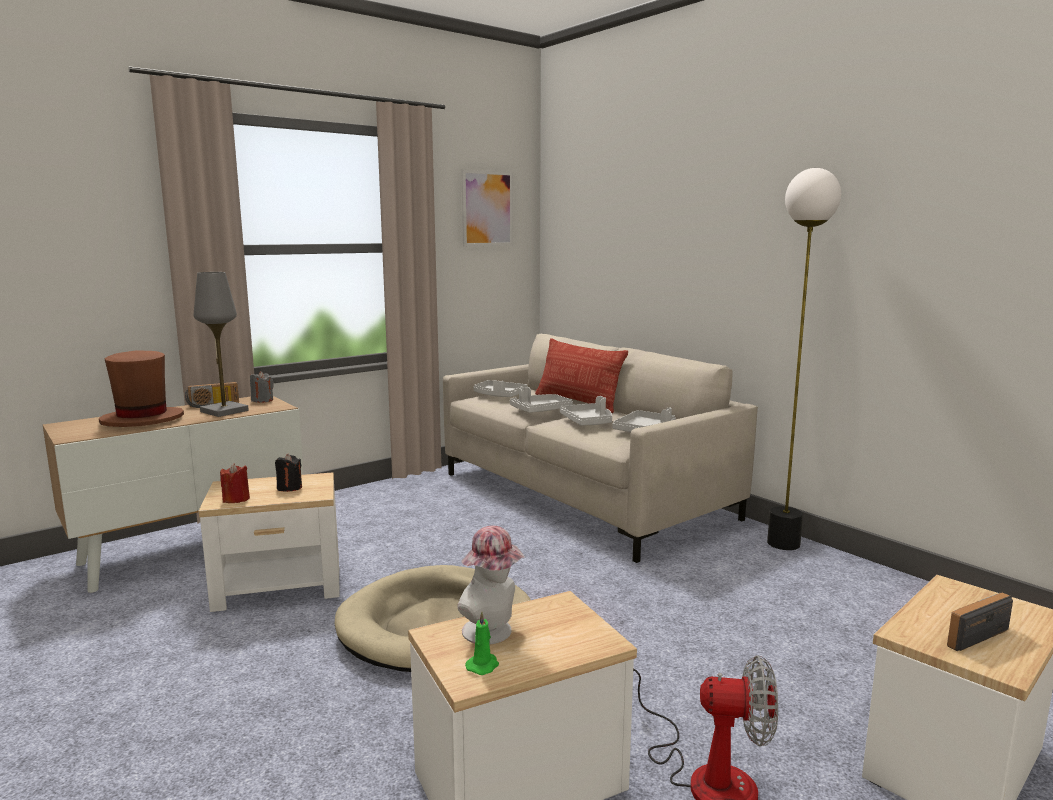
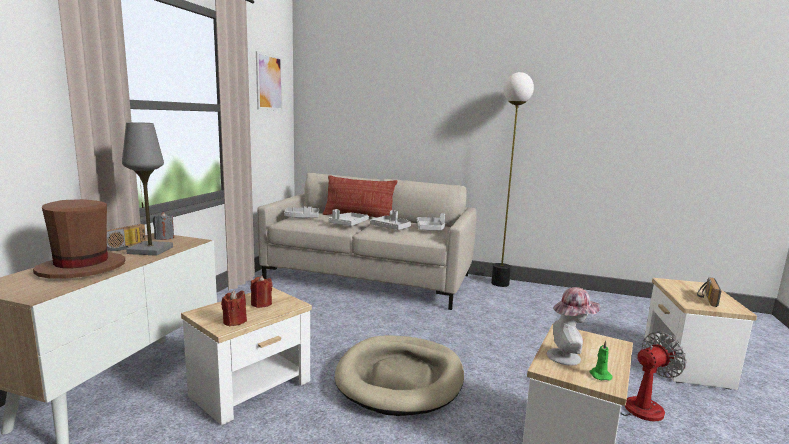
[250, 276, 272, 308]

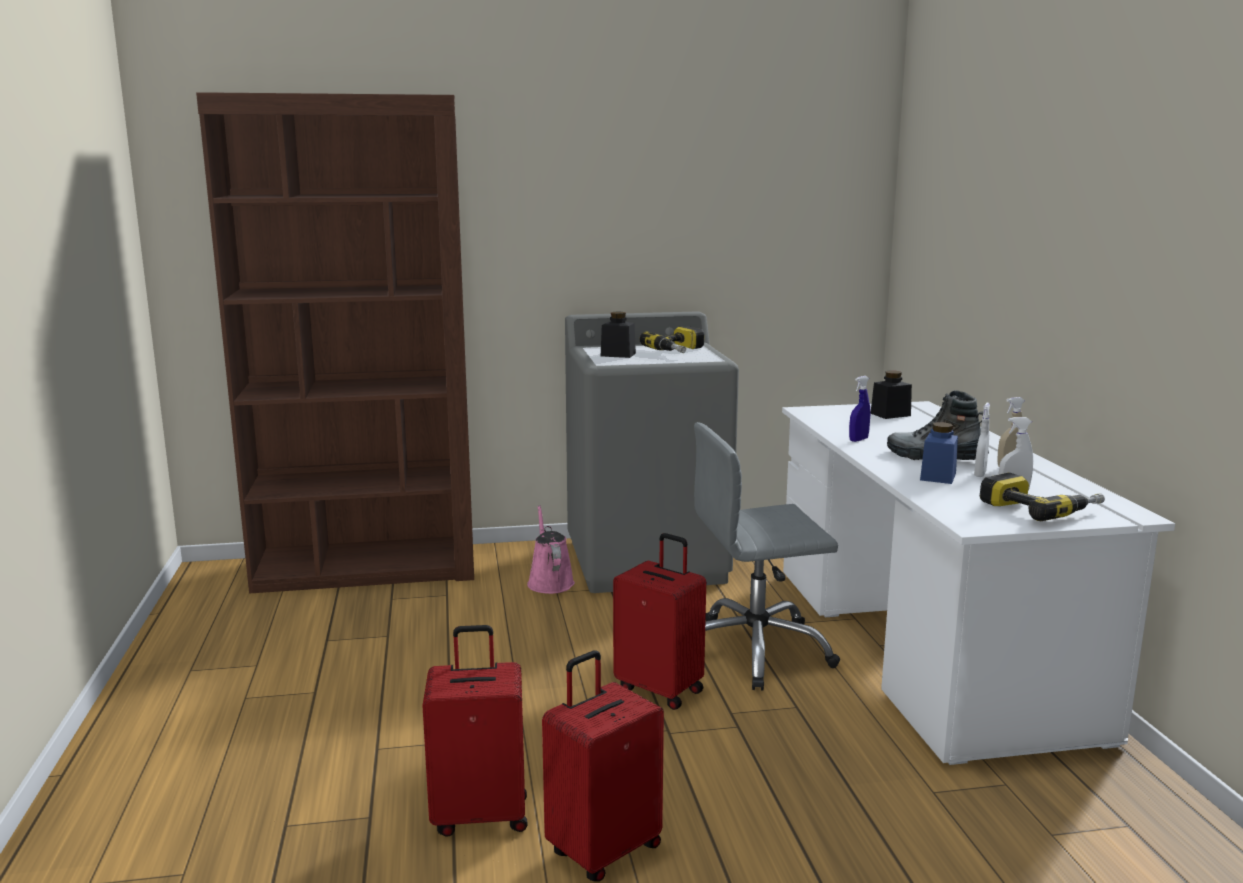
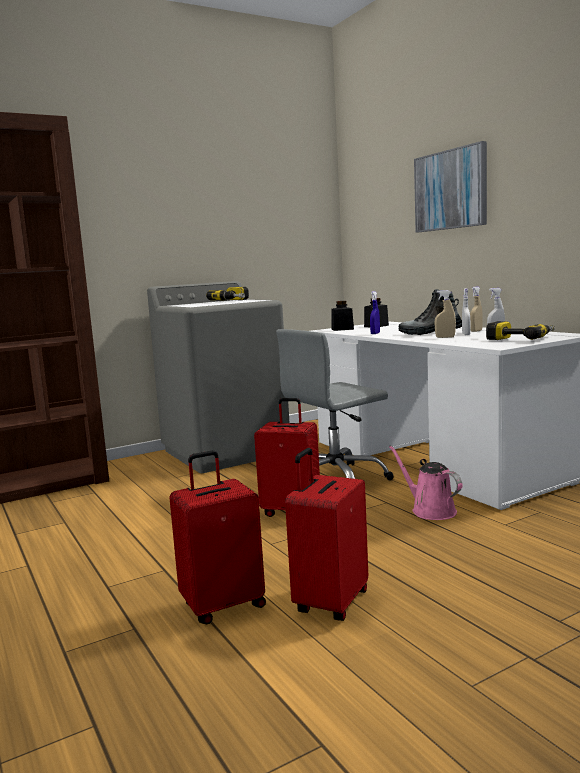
[414, 141, 487, 232]
[389, 445, 463, 520]
[331, 301, 354, 331]
[434, 290, 456, 338]

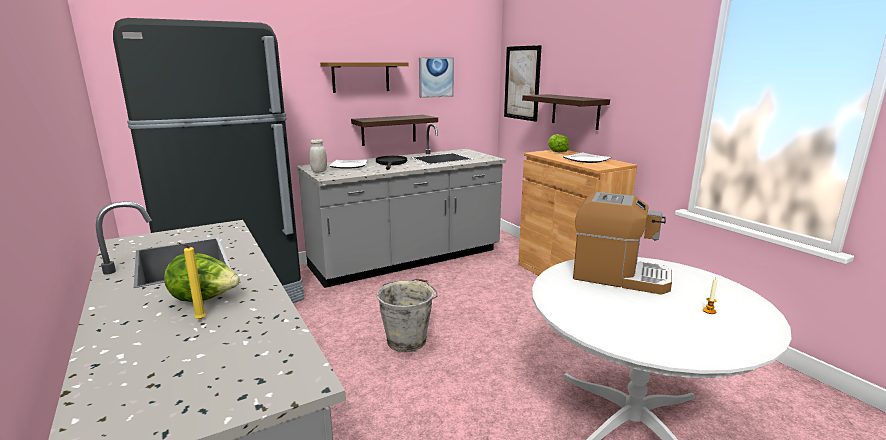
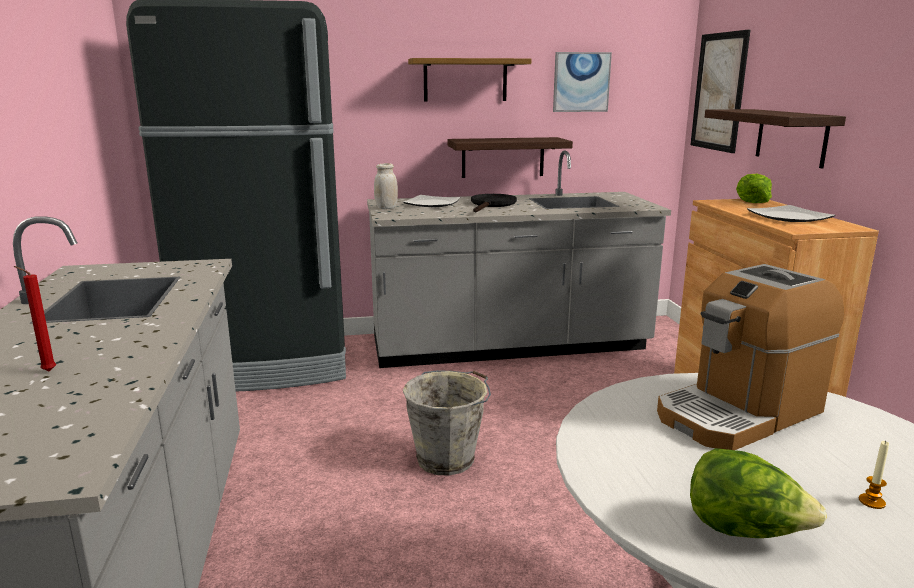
[690, 448, 827, 538]
[13, 266, 56, 372]
[657, 264, 844, 450]

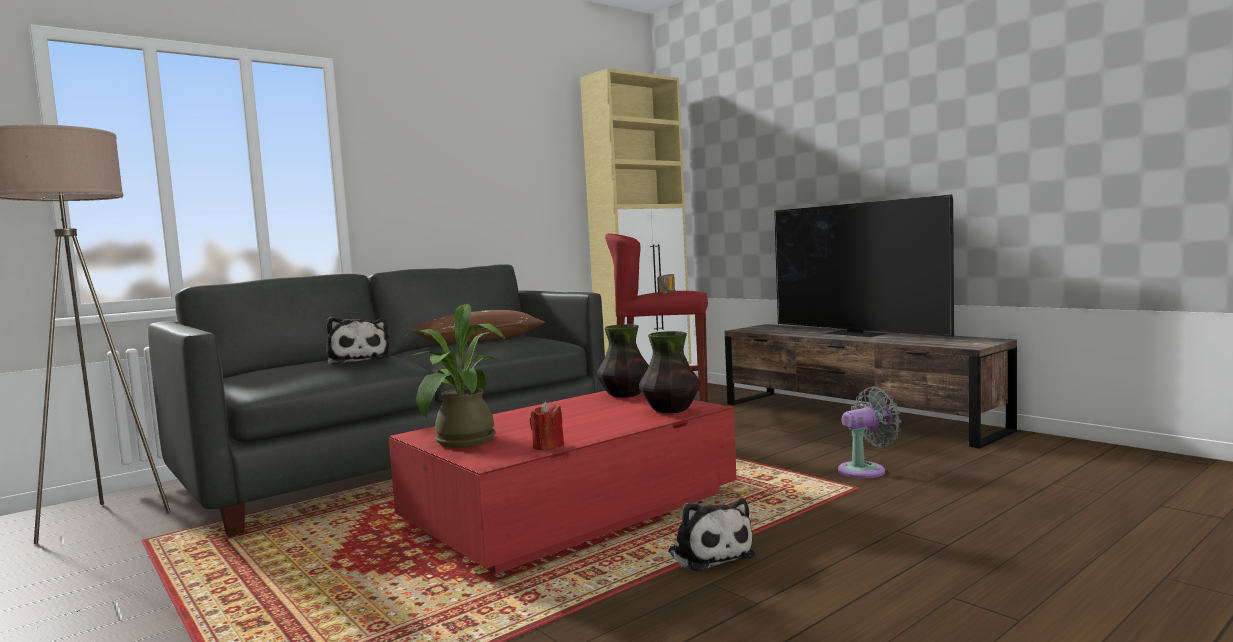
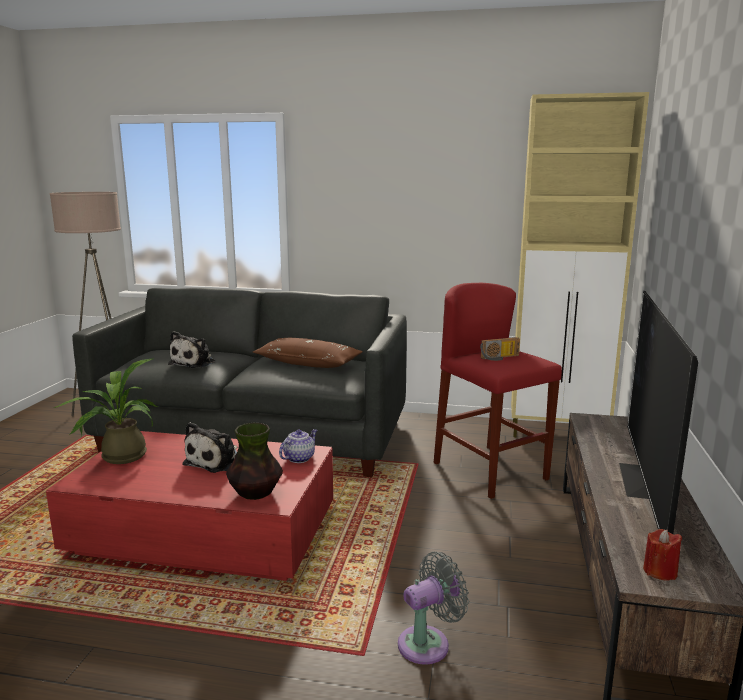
[643, 529, 682, 581]
[182, 422, 237, 473]
[279, 429, 317, 463]
[398, 552, 469, 665]

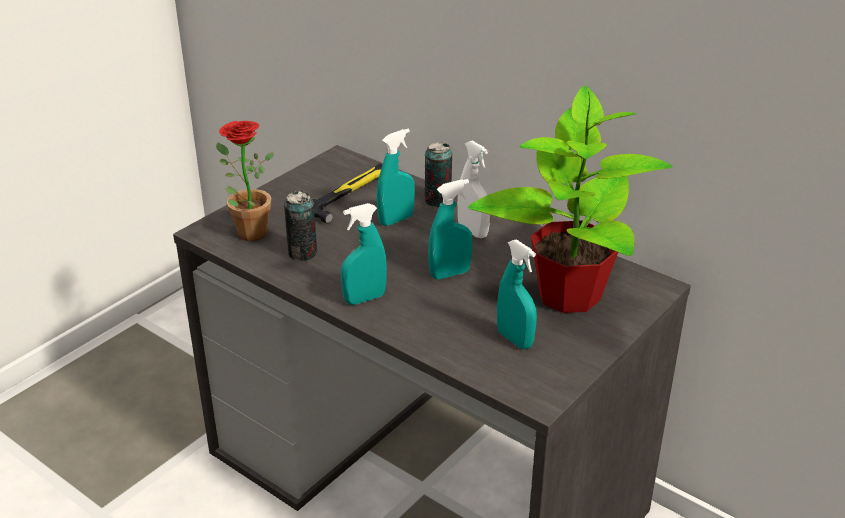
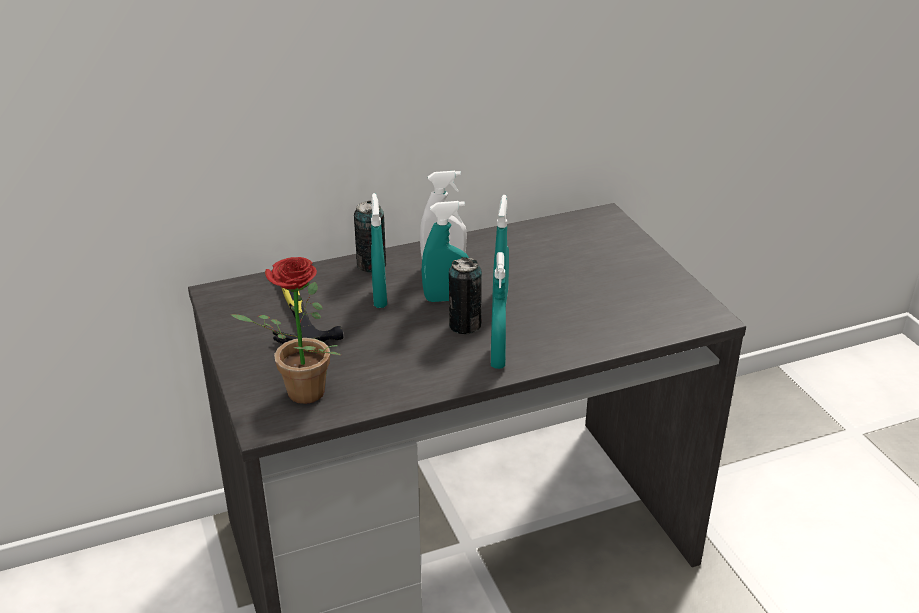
[468, 85, 673, 313] (first image)
[449, 257, 482, 334]
[422, 201, 469, 302]

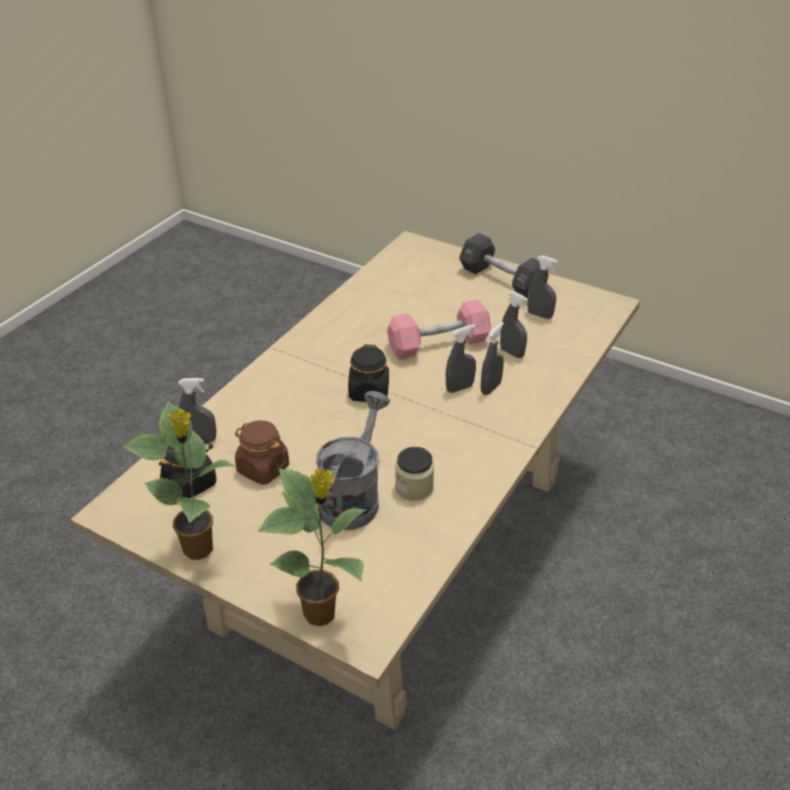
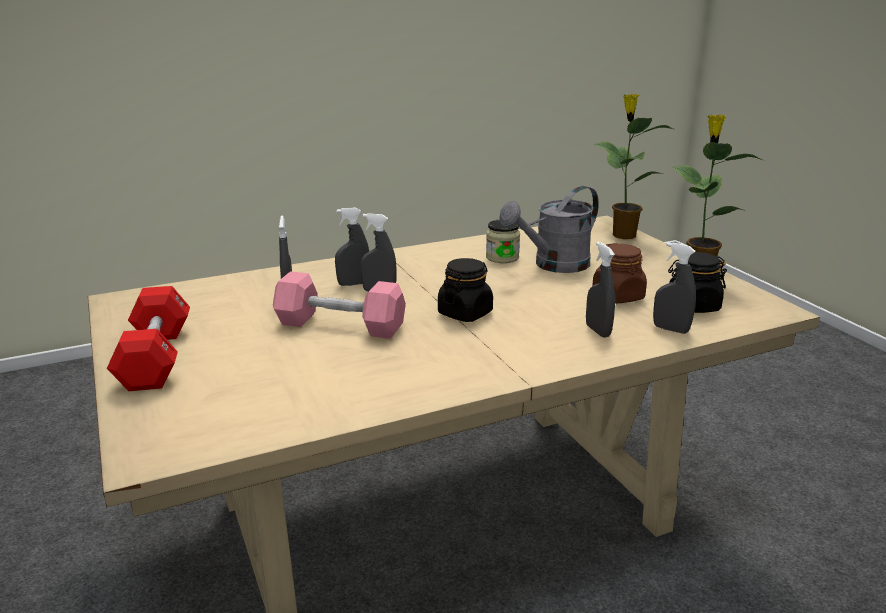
[586, 242, 615, 338]
[107, 286, 190, 391]

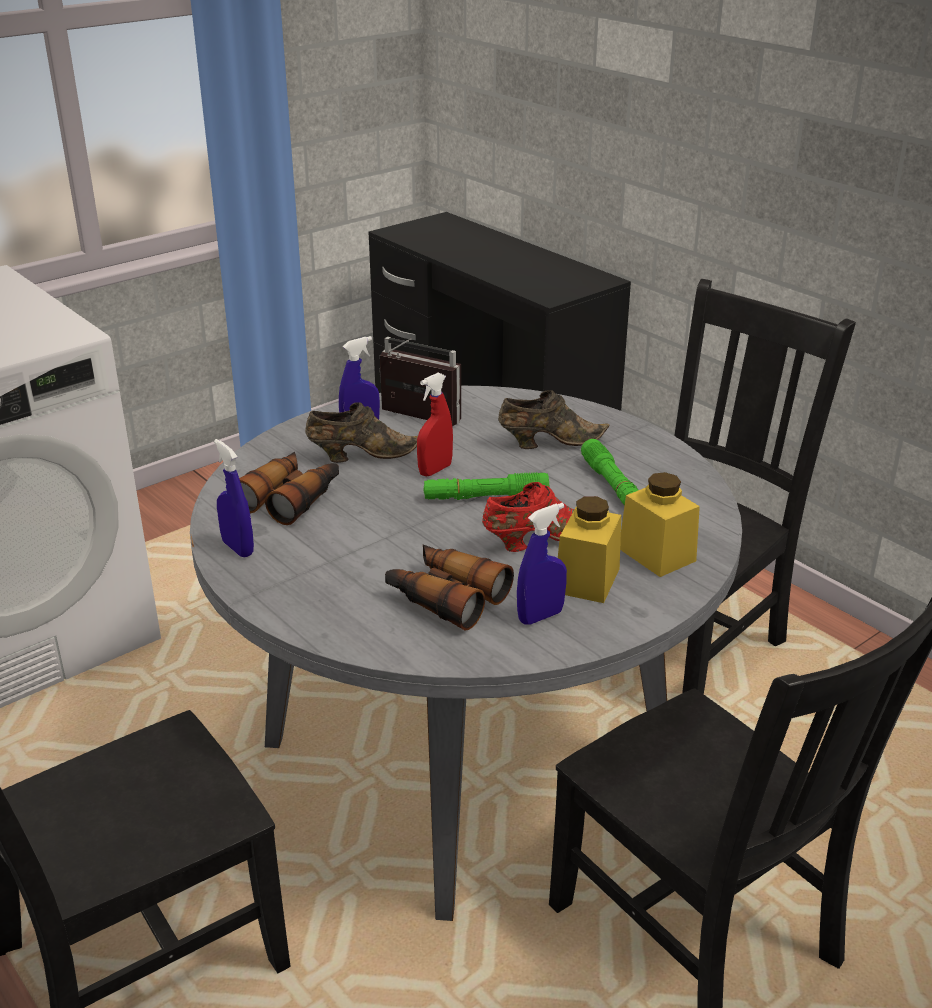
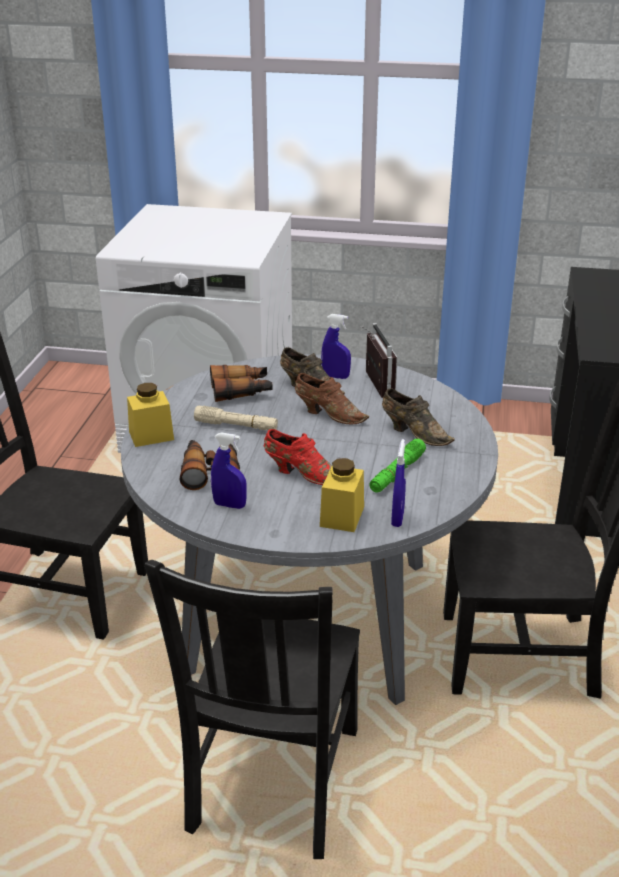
[424, 472, 549, 500] (first image)
[194, 406, 278, 430]
[391, 439, 406, 527]
[127, 383, 174, 447]
[295, 373, 369, 424]

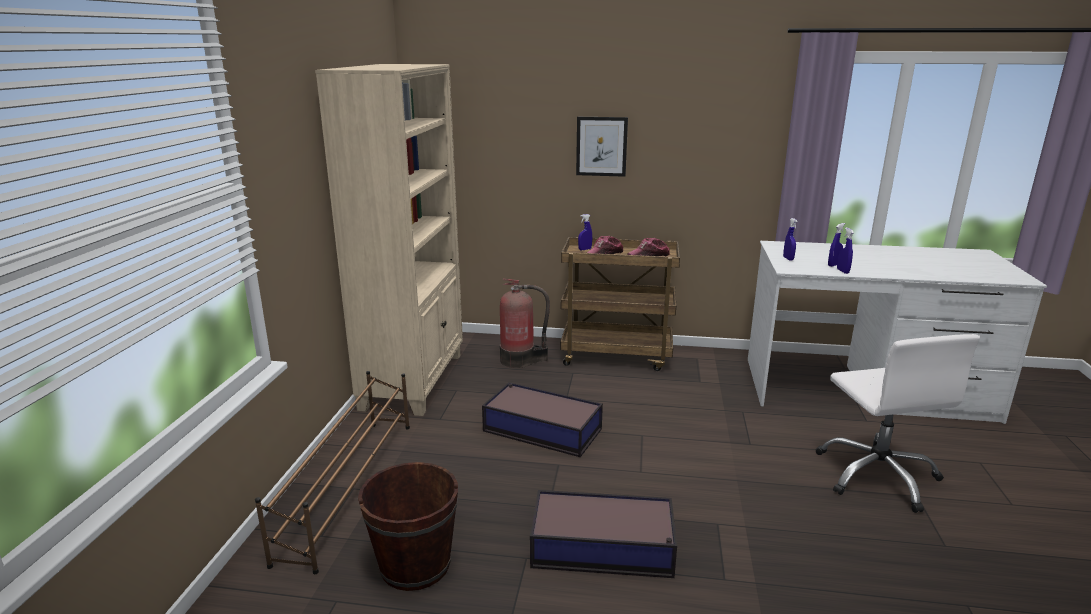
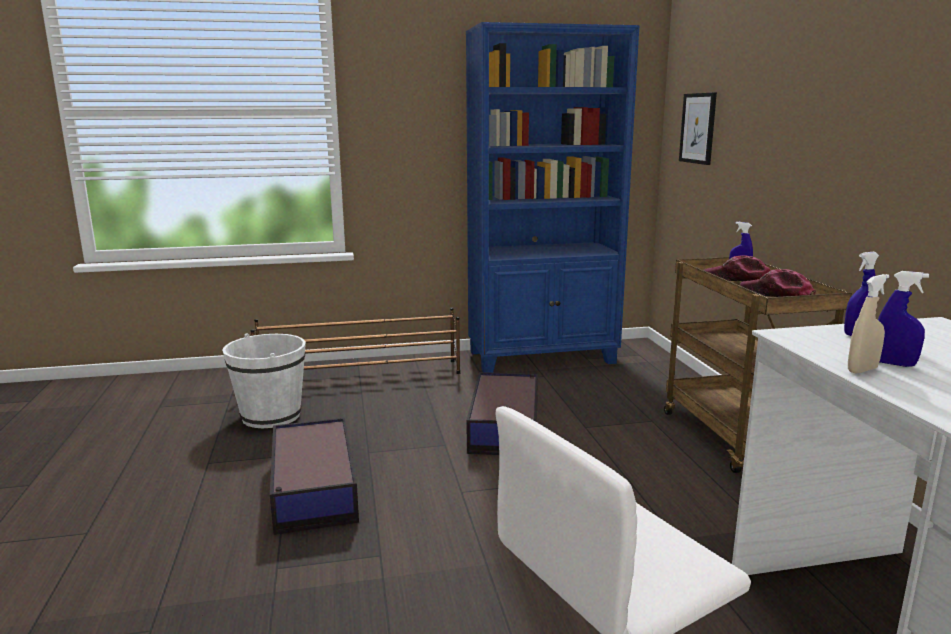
[500, 278, 550, 368] (first image)
[679, 92, 717, 165]
[466, 22, 639, 373]
[222, 333, 306, 428]
[848, 274, 889, 373]

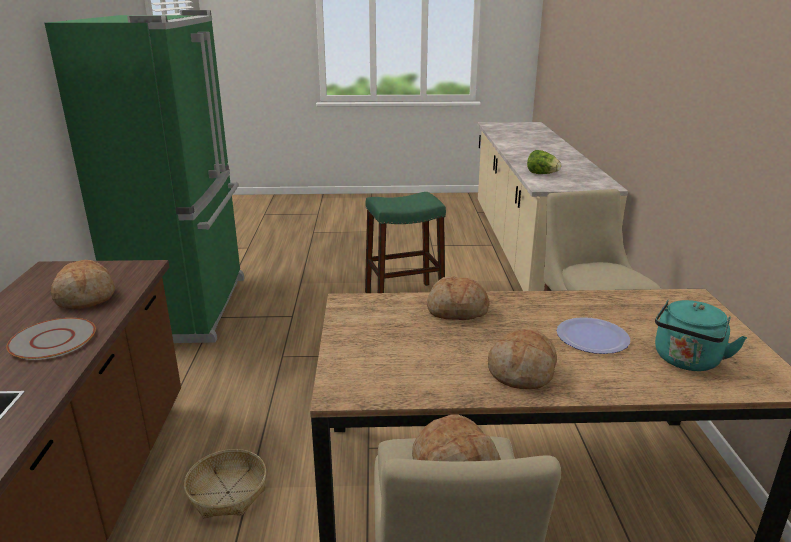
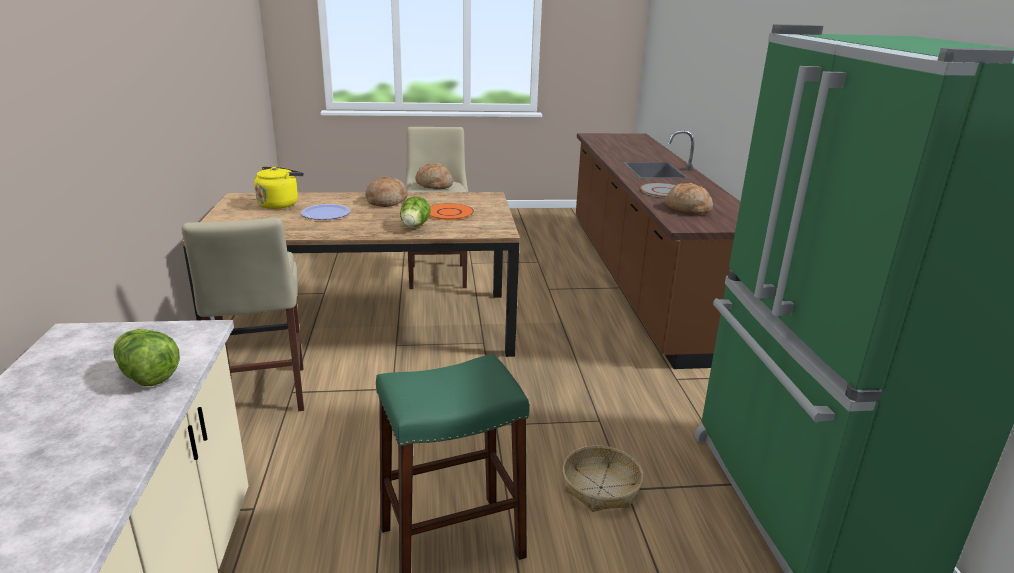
[429, 203, 474, 220]
[563, 445, 643, 512]
[400, 196, 431, 227]
[254, 166, 304, 209]

